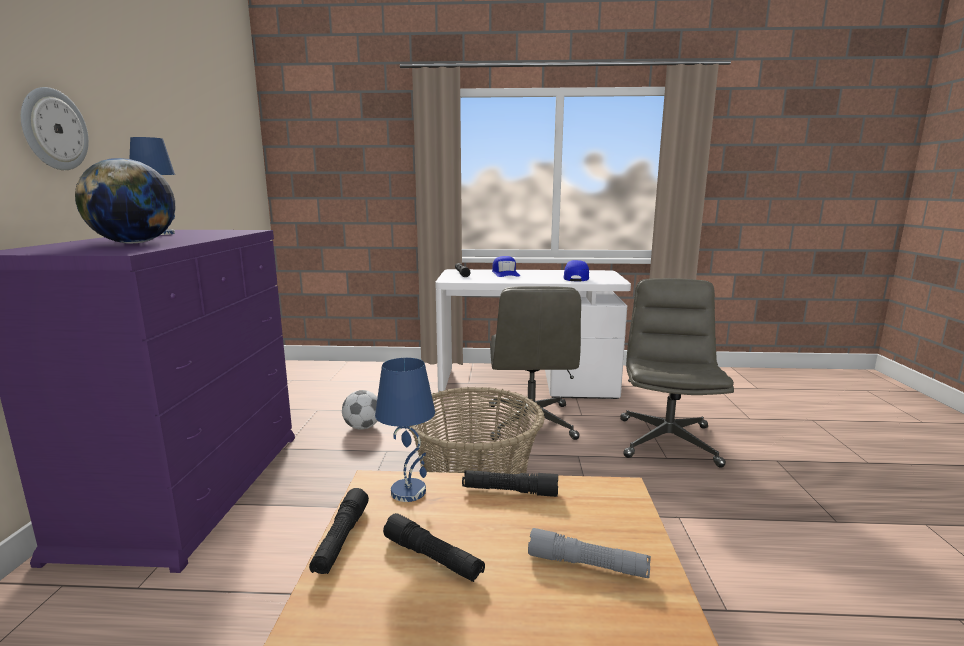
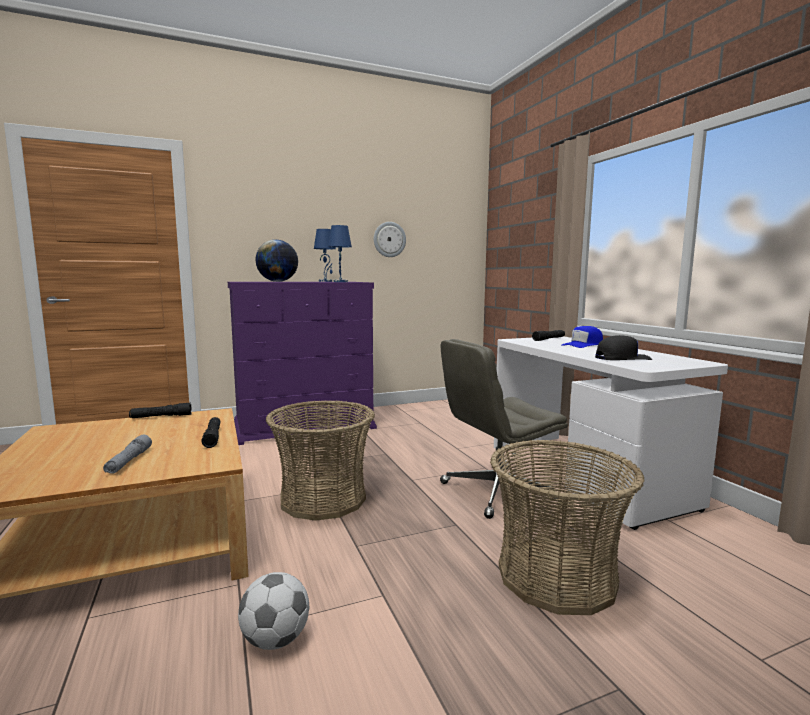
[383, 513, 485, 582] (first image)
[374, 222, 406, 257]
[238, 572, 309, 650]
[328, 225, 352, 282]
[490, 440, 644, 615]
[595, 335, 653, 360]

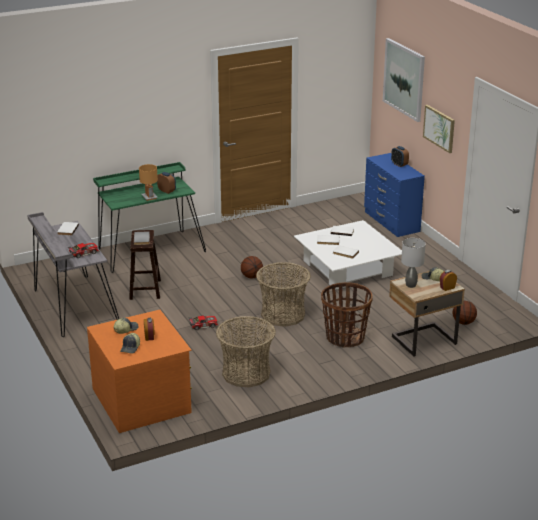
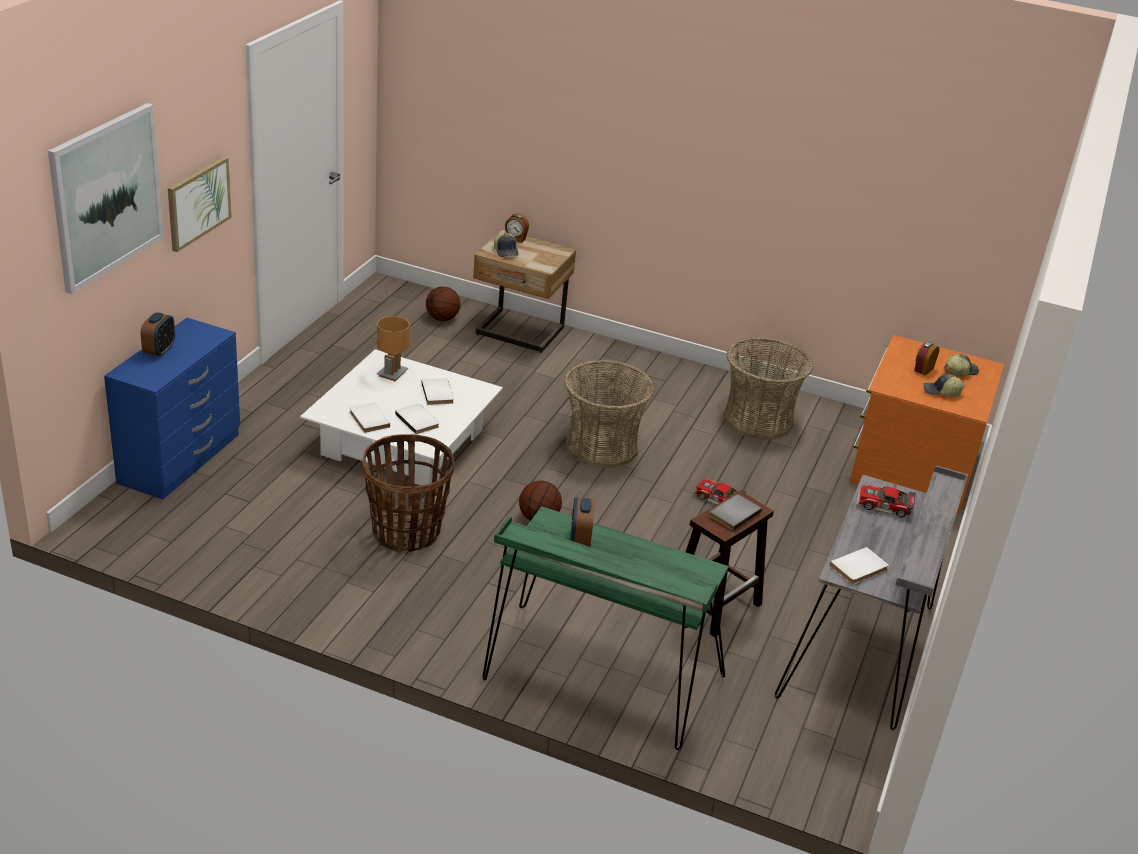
[401, 238, 426, 288] (first image)
[376, 316, 410, 381]
[362, 434, 454, 553]

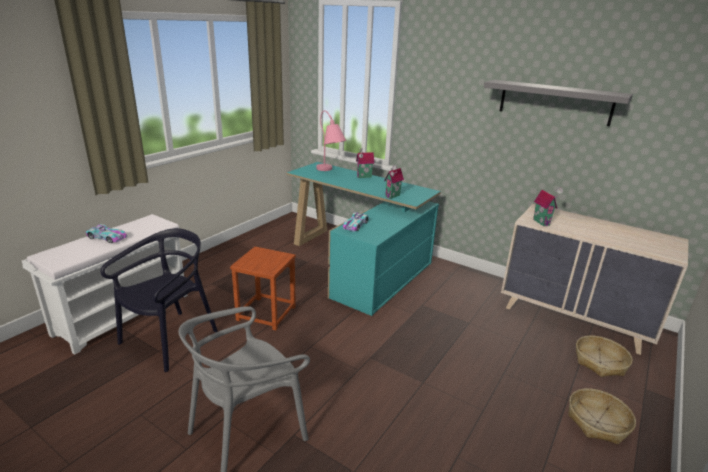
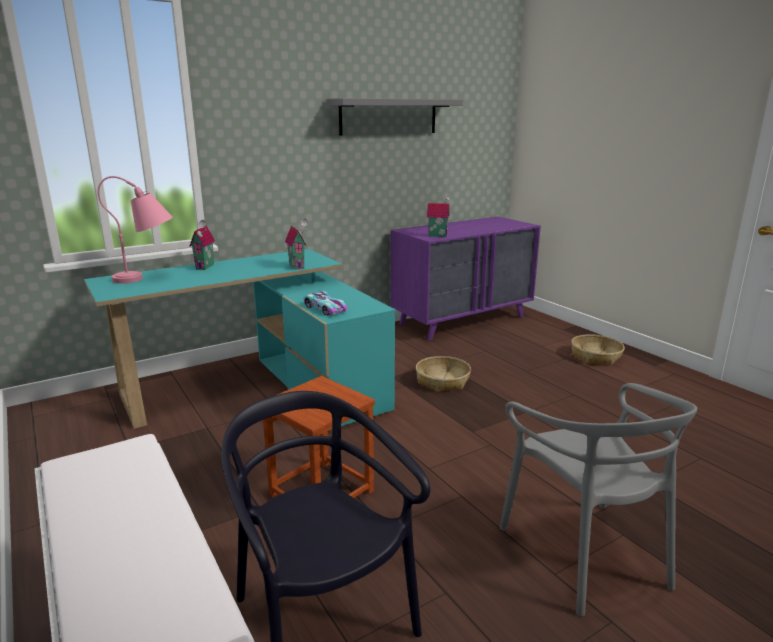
[85, 224, 127, 243] (first image)
[416, 356, 471, 392]
[391, 216, 541, 340]

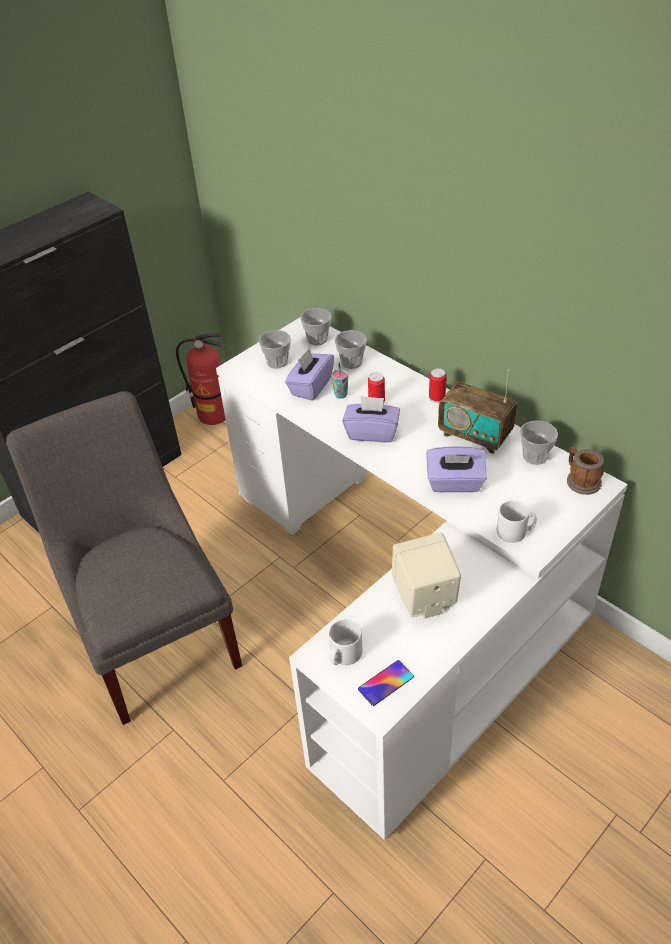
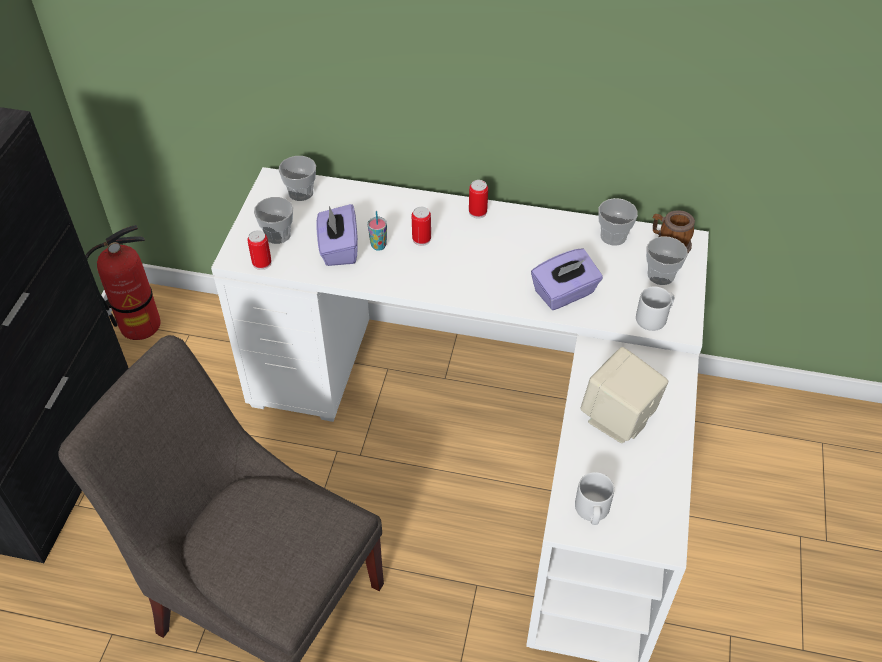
[342, 396, 400, 442] (first image)
[358, 660, 414, 706] (first image)
[438, 369, 517, 454] (first image)
[247, 230, 271, 270]
[646, 236, 688, 285]

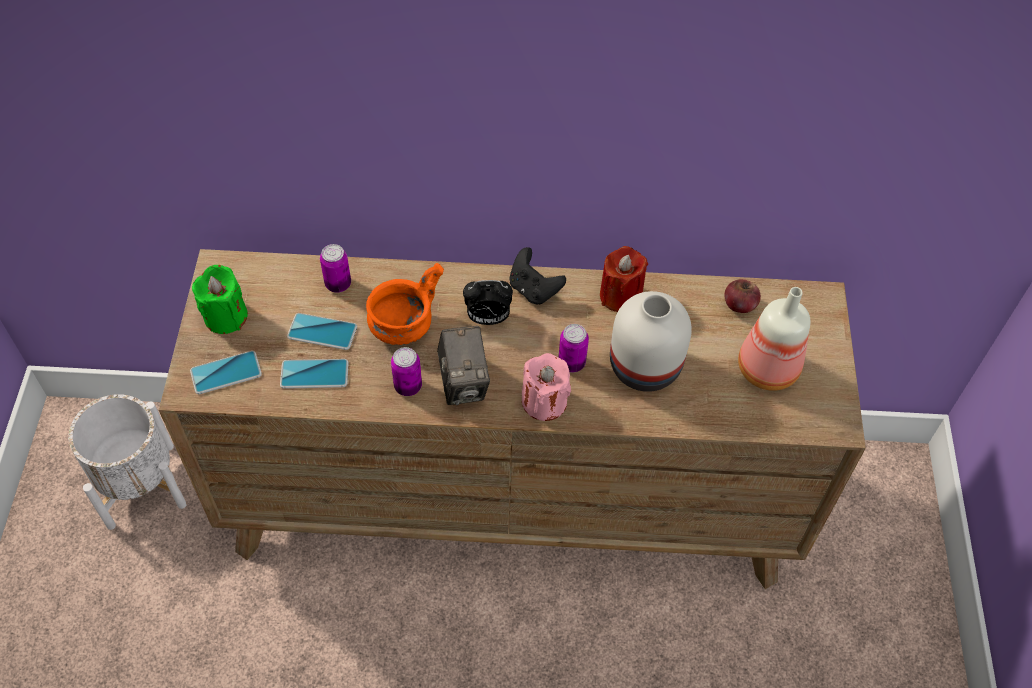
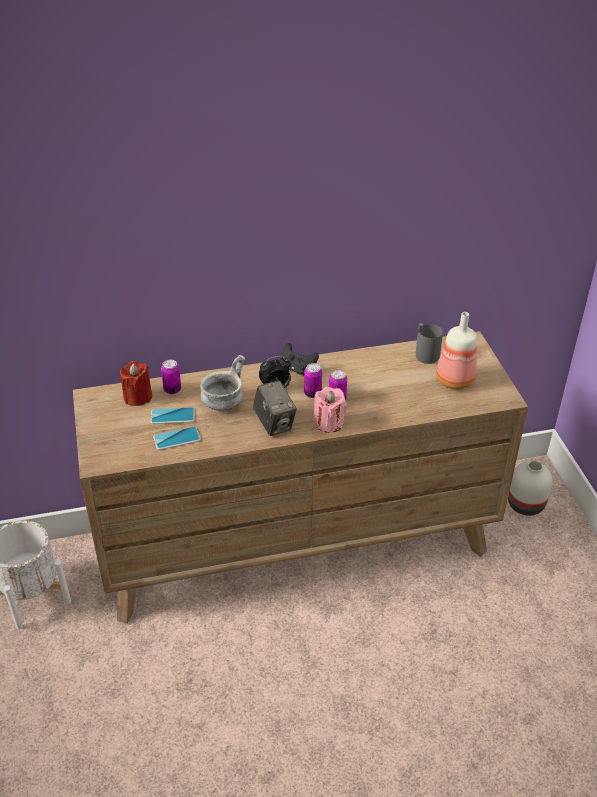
[190, 351, 262, 394] (first image)
[192, 265, 248, 334] (first image)
[304, 363, 322, 398]
[120, 361, 152, 406]
[508, 460, 552, 516]
[416, 323, 443, 364]
[200, 355, 245, 411]

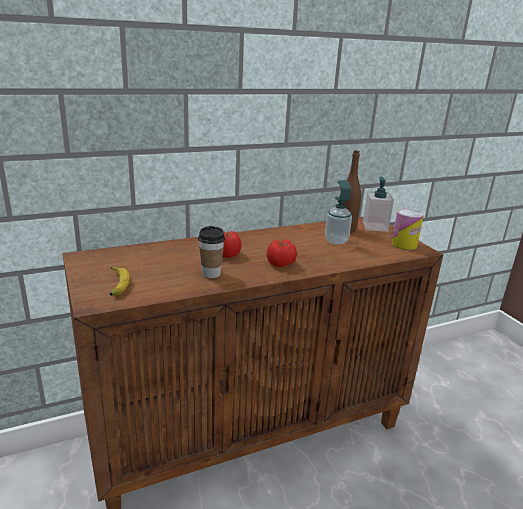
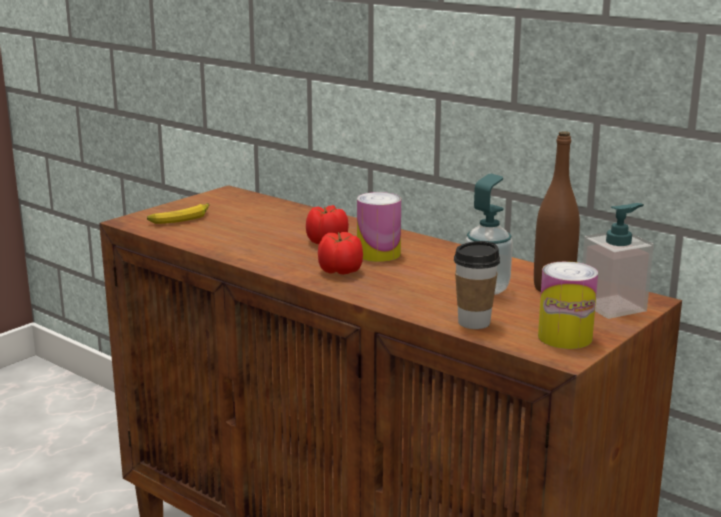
[357, 192, 401, 262]
[454, 241, 500, 329]

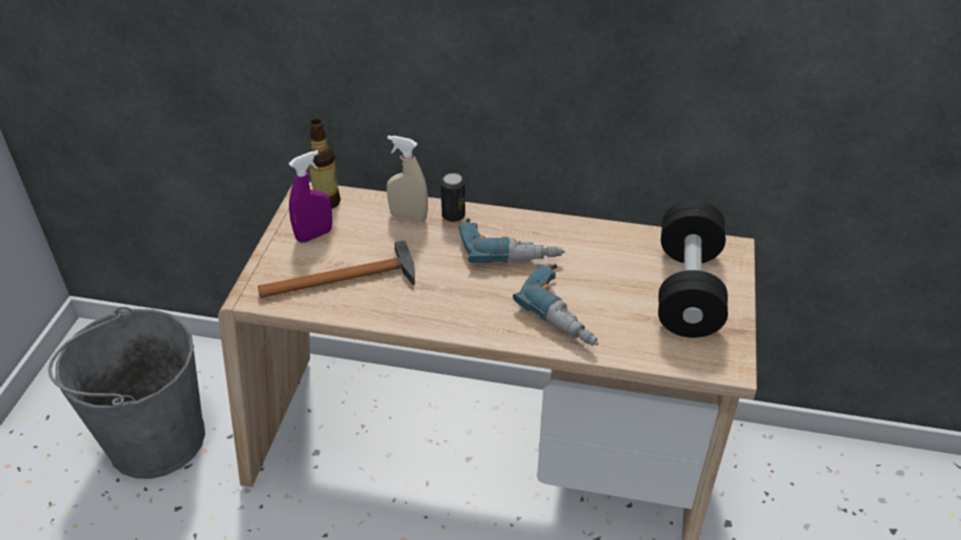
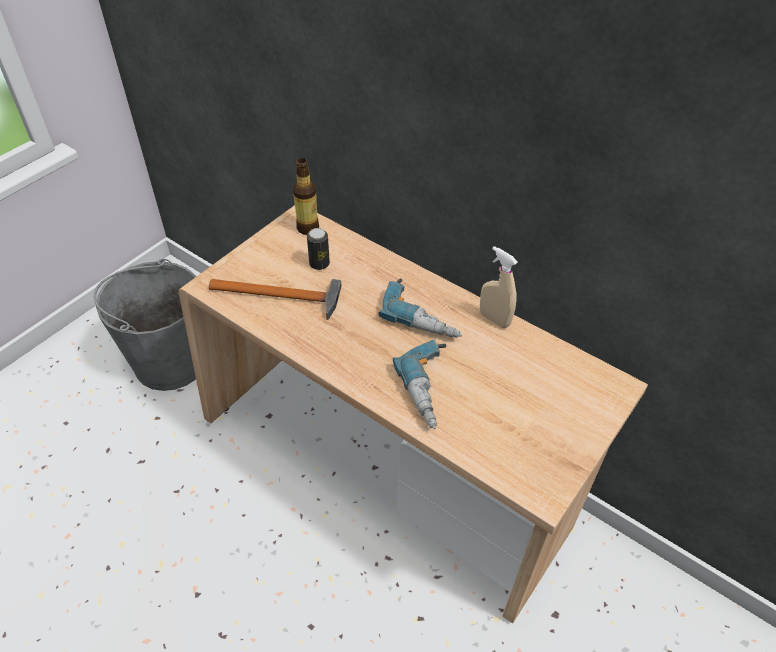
[289, 150, 332, 243] (first image)
[658, 200, 728, 338] (first image)
[480, 246, 518, 328]
[307, 228, 330, 270]

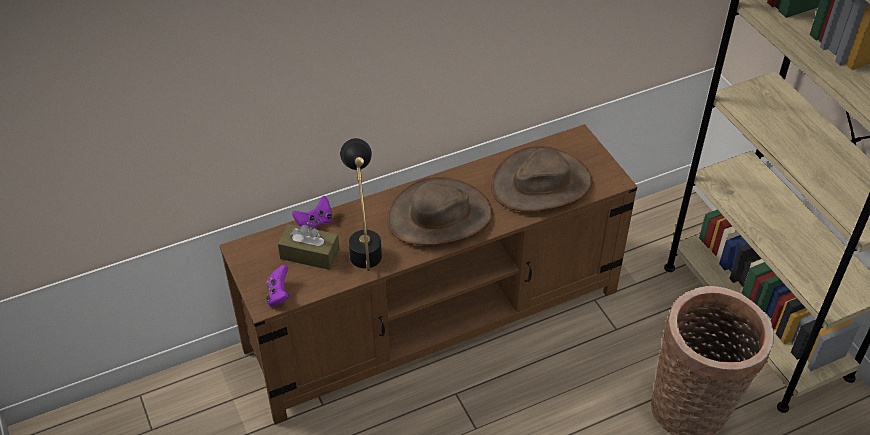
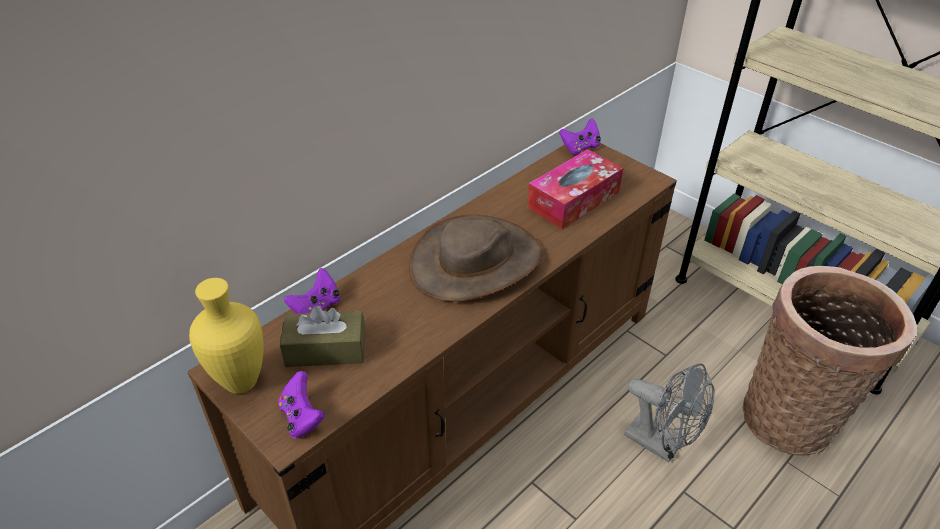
[340, 138, 382, 271] (first image)
[189, 278, 264, 394]
[559, 118, 601, 155]
[624, 363, 714, 462]
[527, 149, 623, 229]

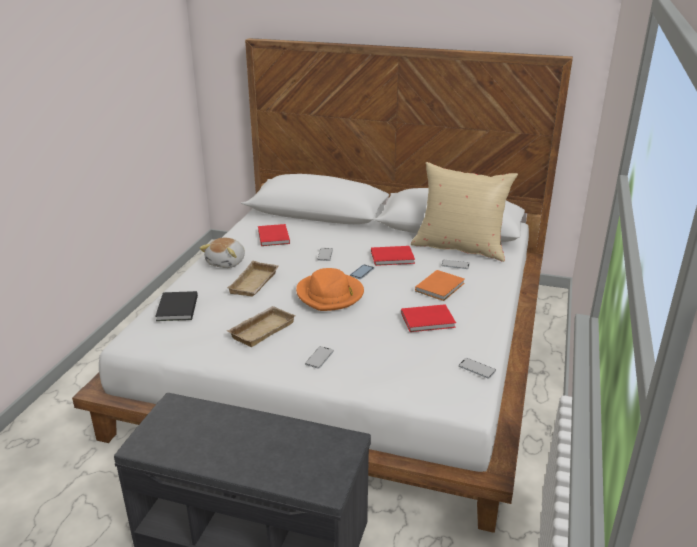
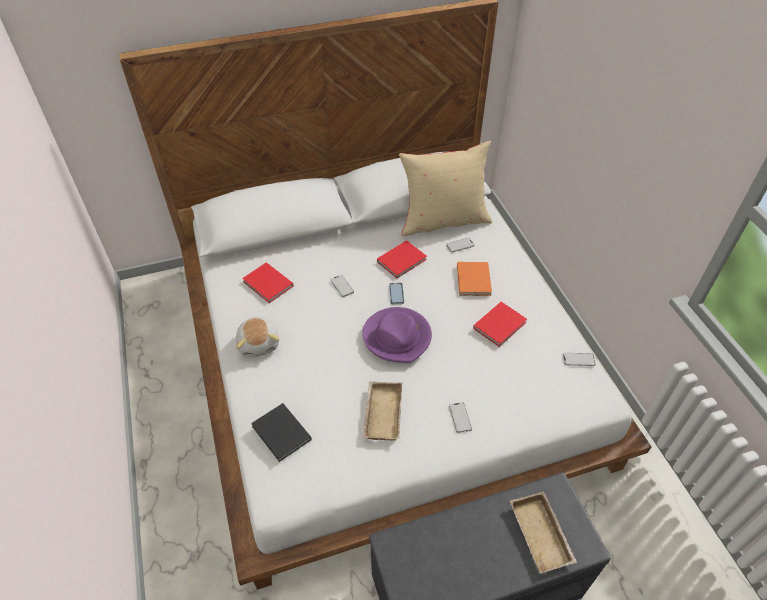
[510, 491, 577, 573]
[362, 307, 432, 363]

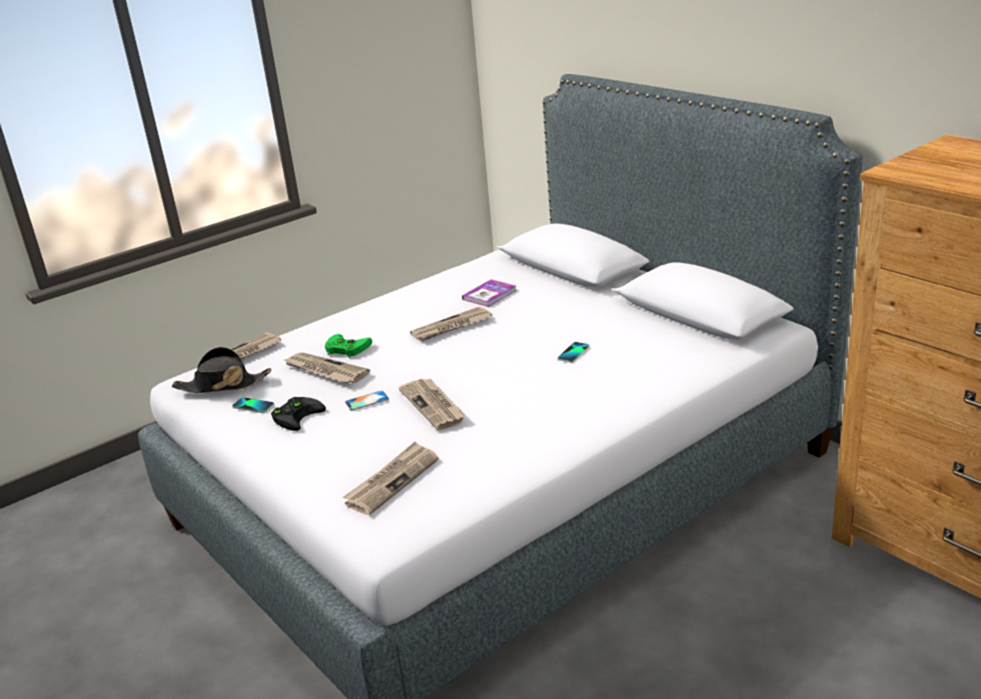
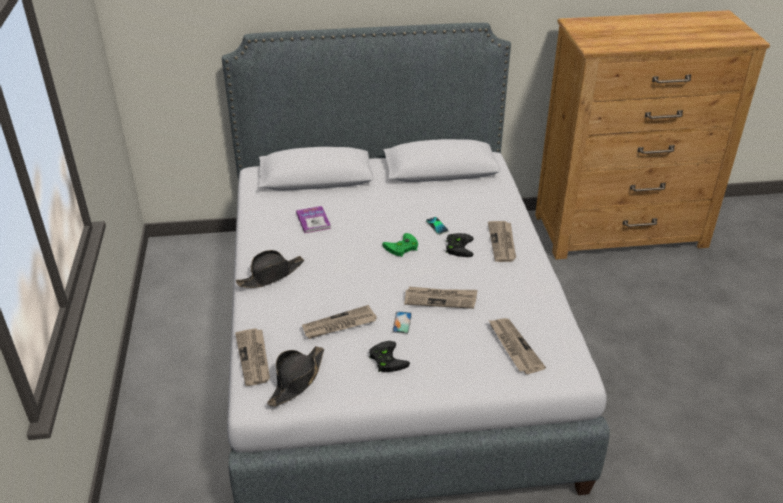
[232, 397, 274, 413] (first image)
[236, 250, 304, 288]
[446, 233, 474, 257]
[382, 233, 418, 257]
[488, 221, 516, 262]

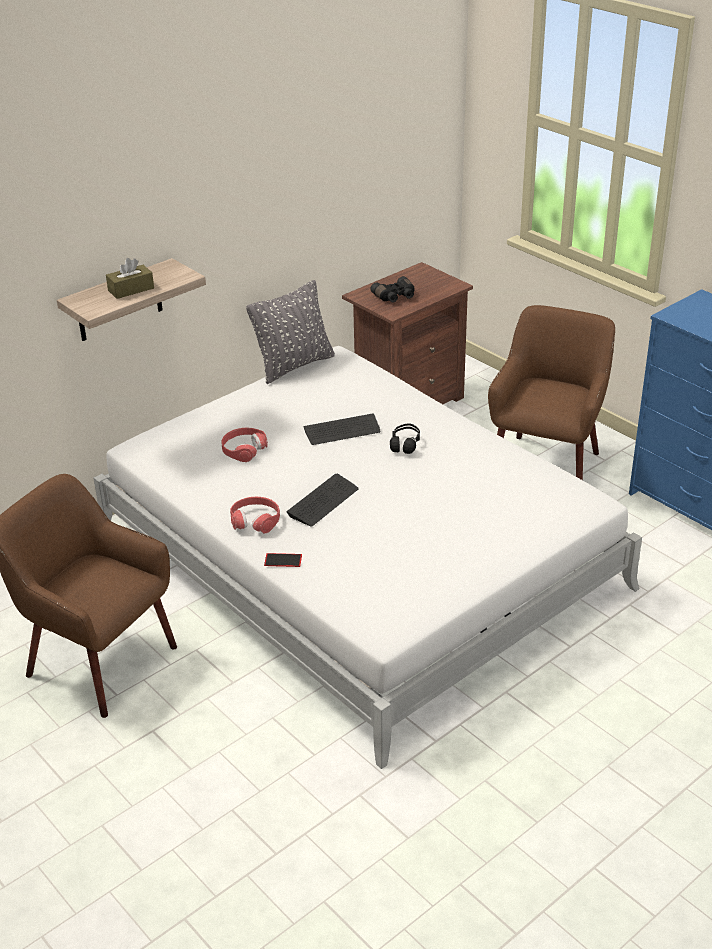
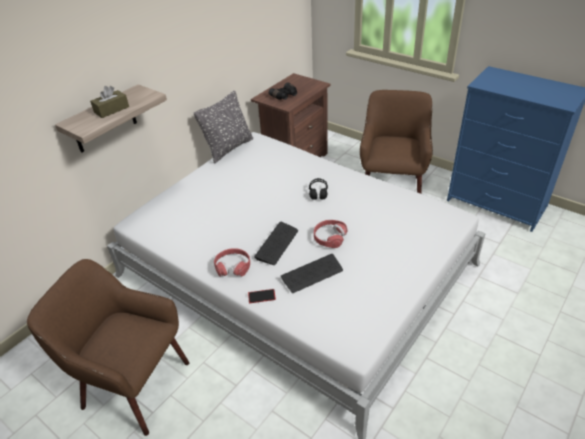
[314, 220, 348, 248]
[281, 254, 343, 293]

